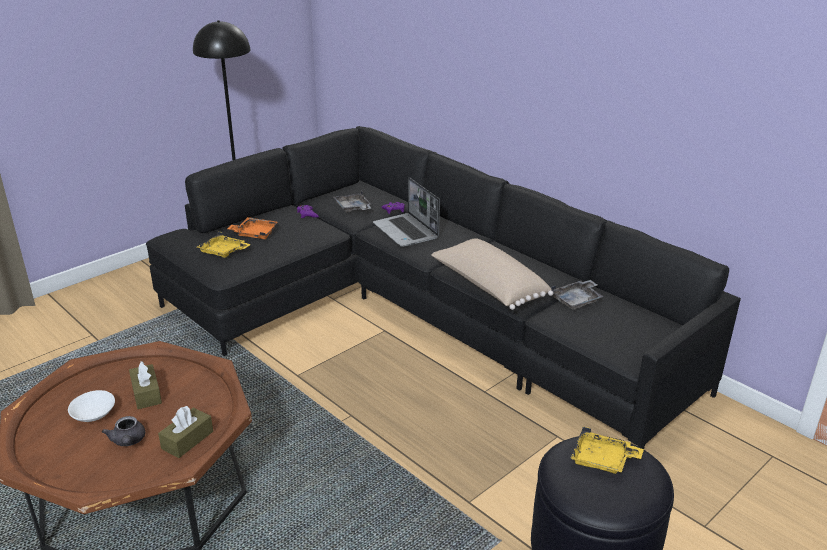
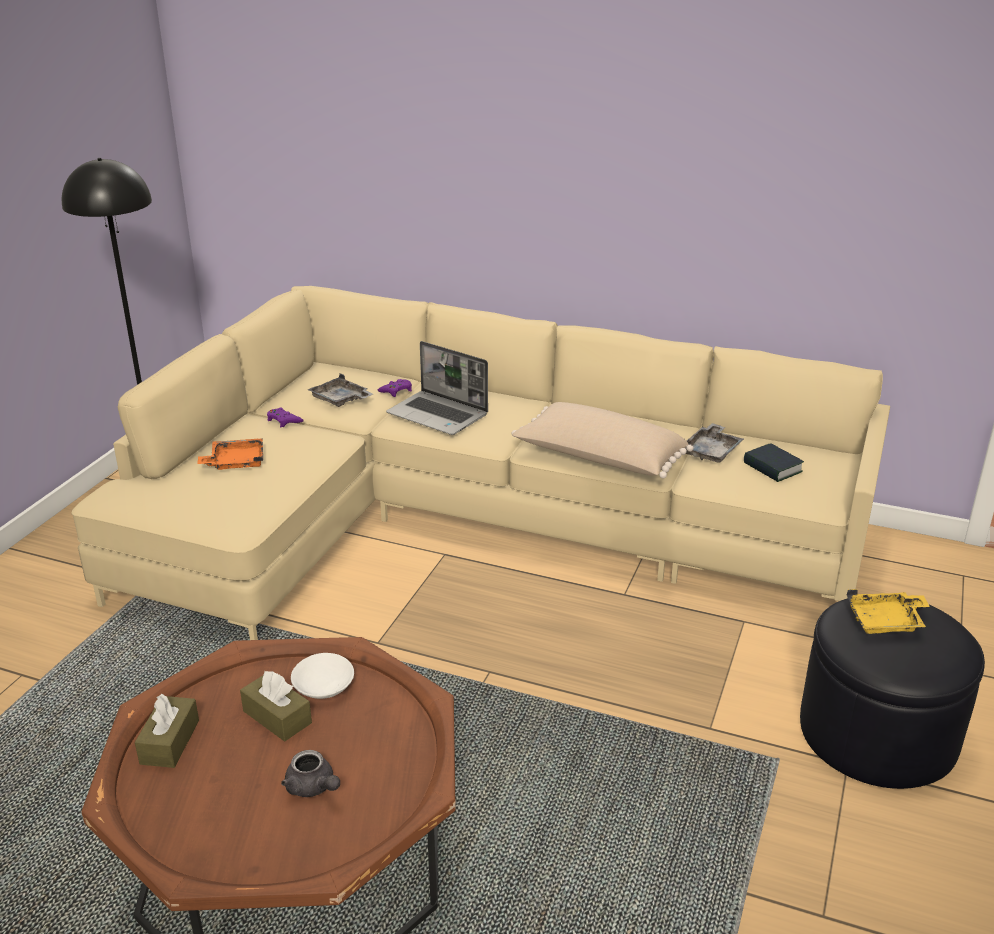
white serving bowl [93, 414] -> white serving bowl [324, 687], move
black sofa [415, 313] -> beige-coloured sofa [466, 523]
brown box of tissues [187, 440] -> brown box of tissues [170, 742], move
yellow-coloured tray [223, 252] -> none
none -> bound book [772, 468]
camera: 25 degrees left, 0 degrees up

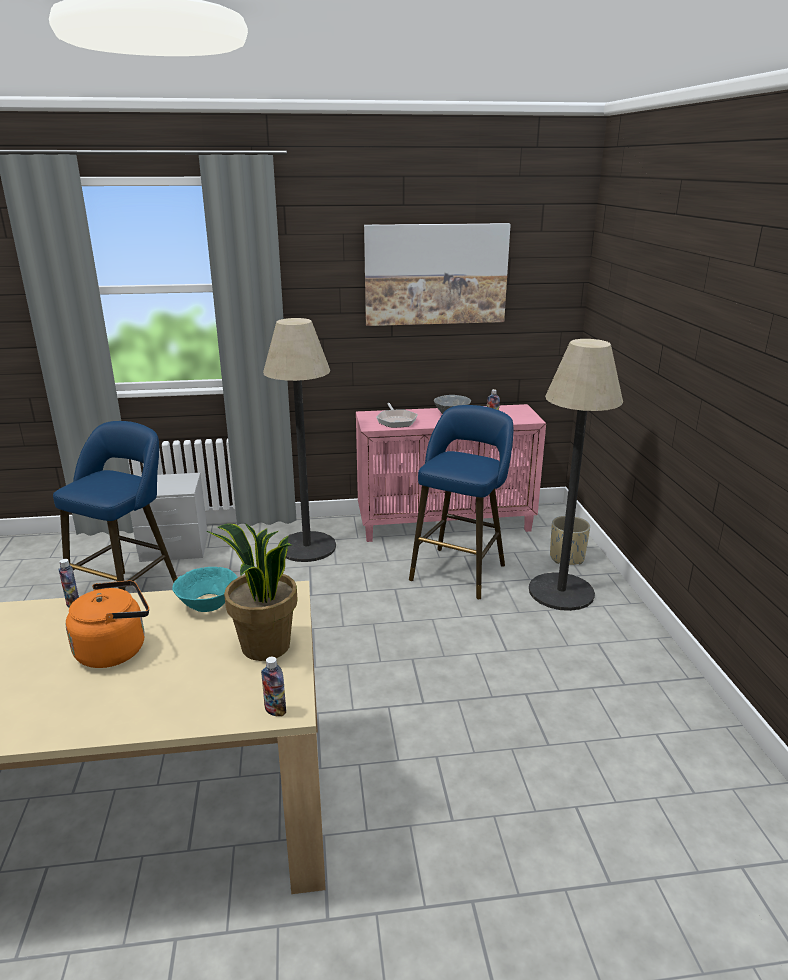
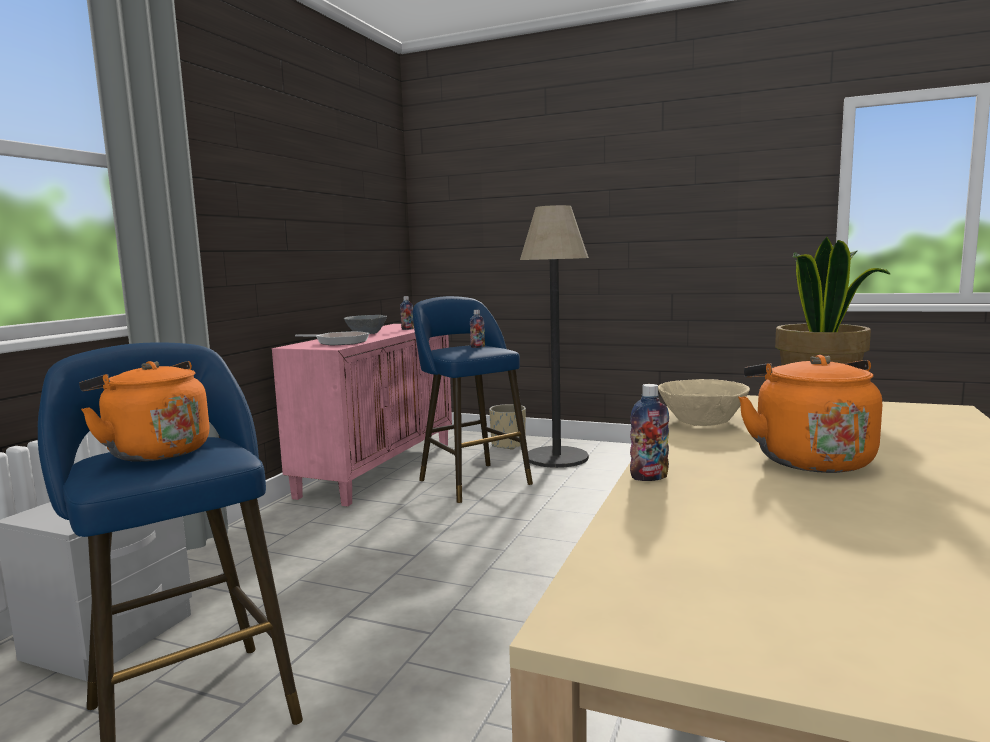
turquoise serving bowl [208, 603] -> beige-coloured serving bowl [702, 421]
bottle [275, 710] -> bottle [477, 347], move
standing lamp [307, 547] -> none
wall picture [435, 274] -> none
none -> orange-coloured tea kettle [154, 452]
camera: 60 degrees left, 15 degrees down

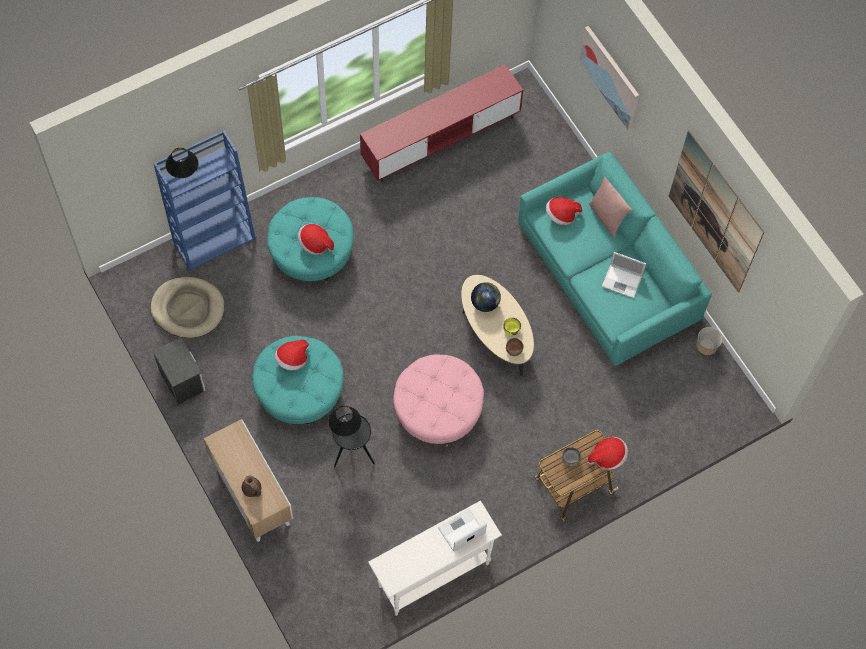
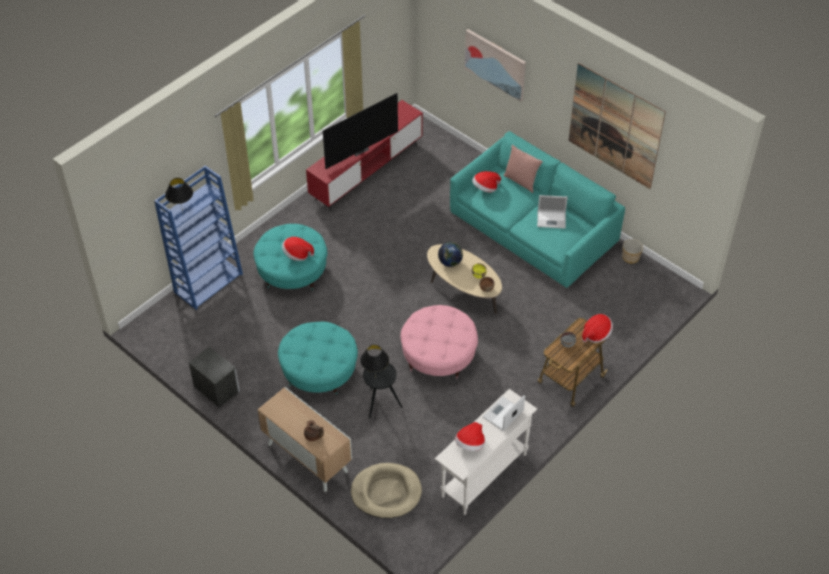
beige-coloured dog bed [188, 309] -> beige-coloured dog bed [386, 492], move
clothing hat [292, 359] -> clothing hat [470, 444], move
none -> TV [359, 149]
camera: 15 degrees left, 15 degrees down

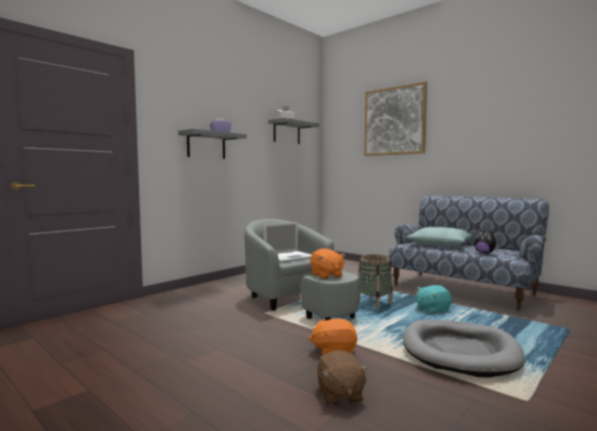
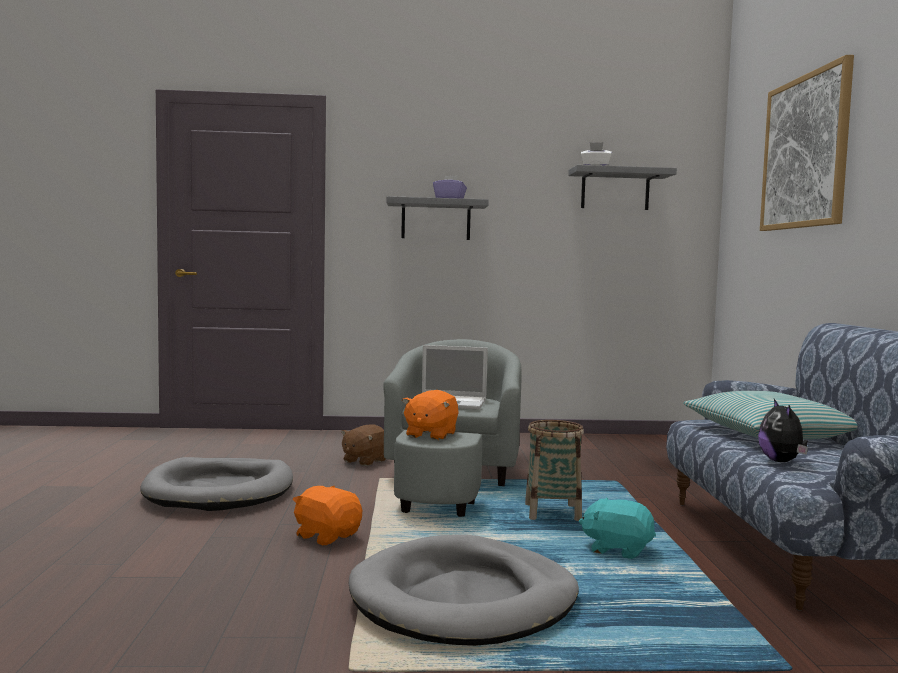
brown soft toy [339, 395] -> brown soft toy [364, 461], move
none -> grey dog bed [220, 490]
camera: 45 degrees right, 0 degrees up

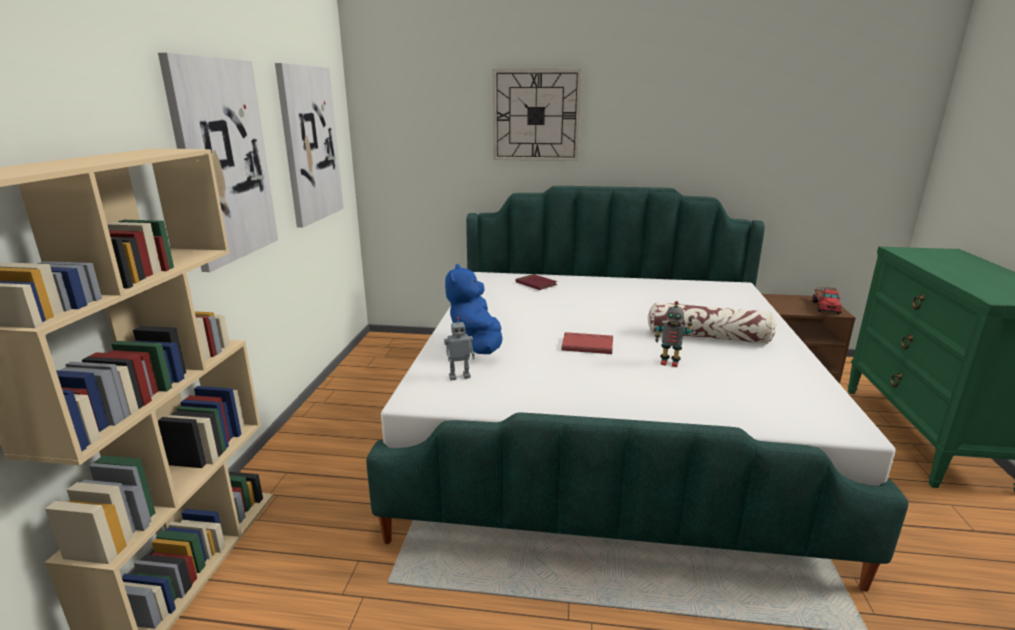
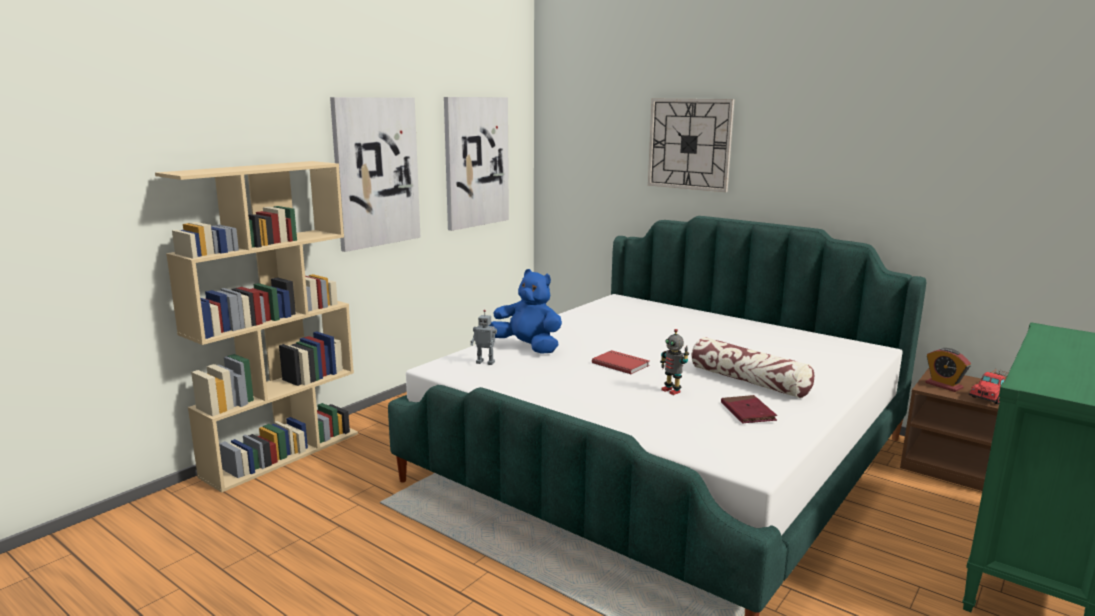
blue-coloured soft toy [477, 347] -> blue-coloured soft toy [527, 347], 90 degrees clockwise
red bound book [536, 284] -> red bound book [747, 412], move
none -> alarm clock [944, 385]
camera: 30 degrees right, 5 degrees down

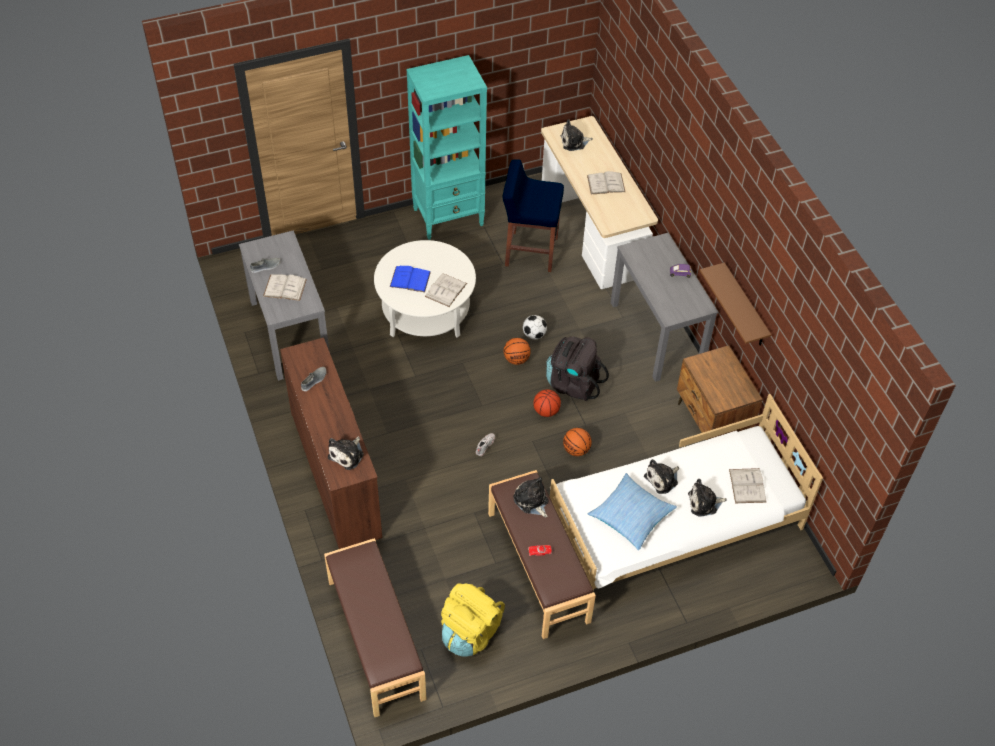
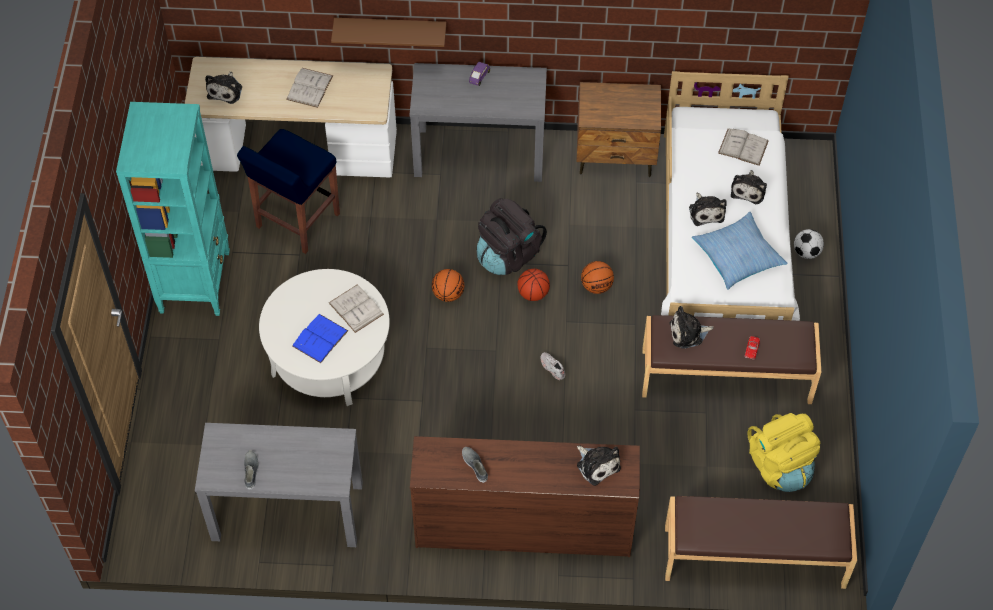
white bound book [285, 287] -> none
football ball [534, 335] -> football ball [806, 252], move
brown wall shelf [745, 307] -> brown wall shelf [390, 30], move
camera: 65 degrees left, 5 degrees up

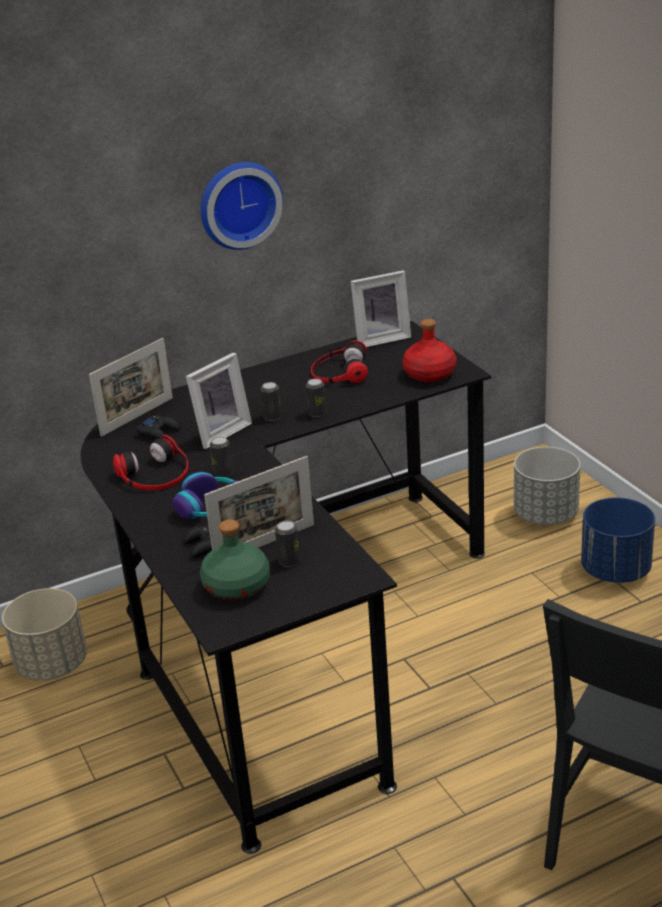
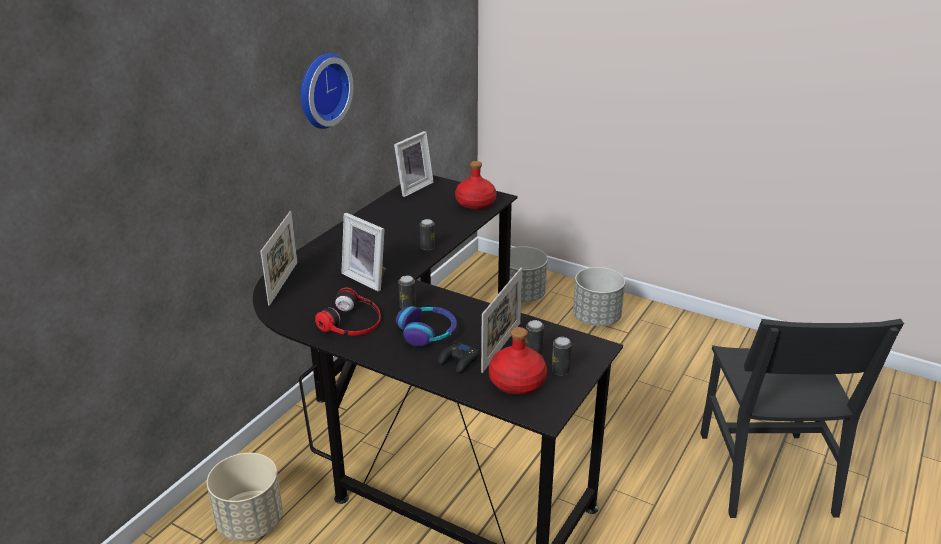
black gamepad [159, 432] -> none
picture frame [220, 432] -> picture frame [368, 278], 120 degrees clockwise
green bottle [237, 586] -> red bottle [517, 382]
sealed can [272, 417] -> sealed can [560, 370], move
headset [339, 372] -> none
blue-coloured planter [615, 571] -> grey planter [596, 318]
camera: 35 degrees left, 0 degrees up

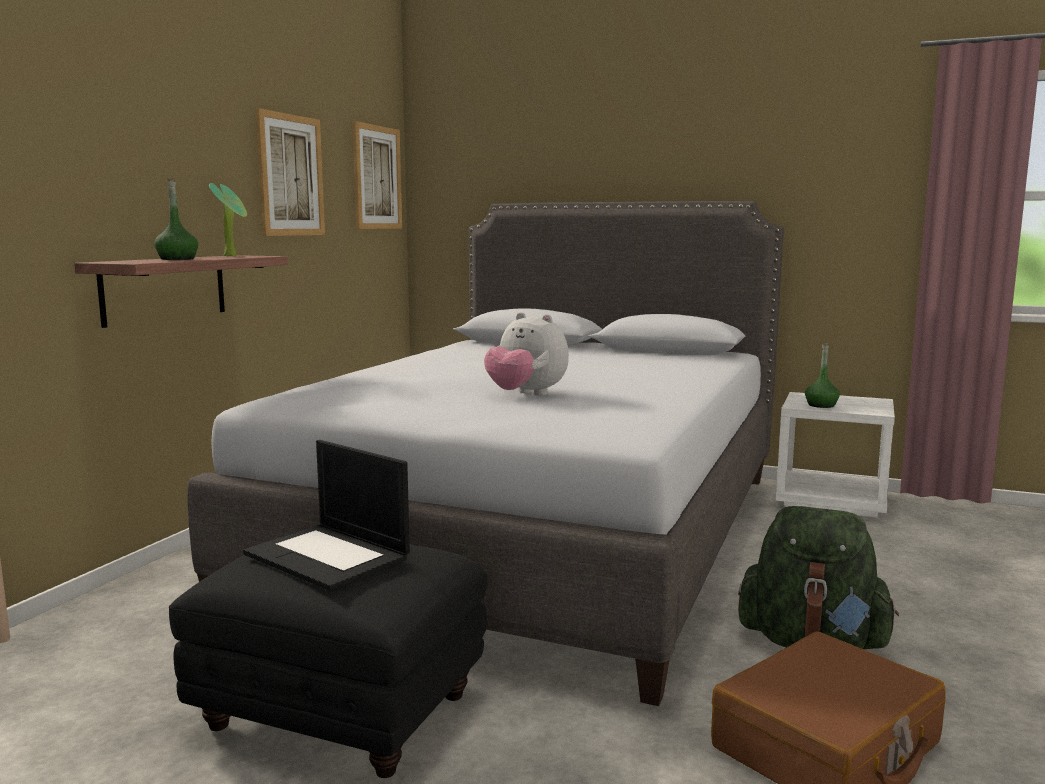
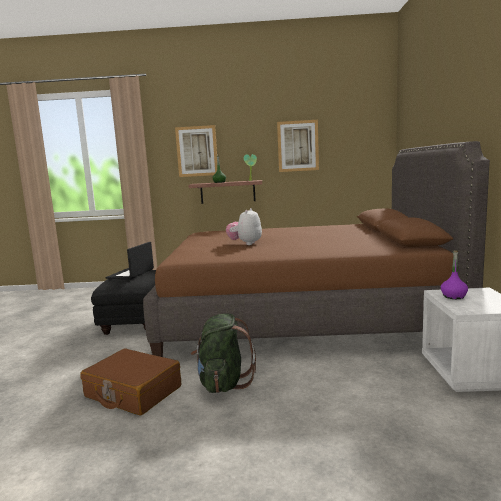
grey bed [537, 532] -> brown bed [302, 315]
wall picture [377, 177] -> wall picture [197, 151], move
green bottle [821, 405] -> purple-coloured bottle [453, 296]
camera: 70 degrees right, 0 degrees up

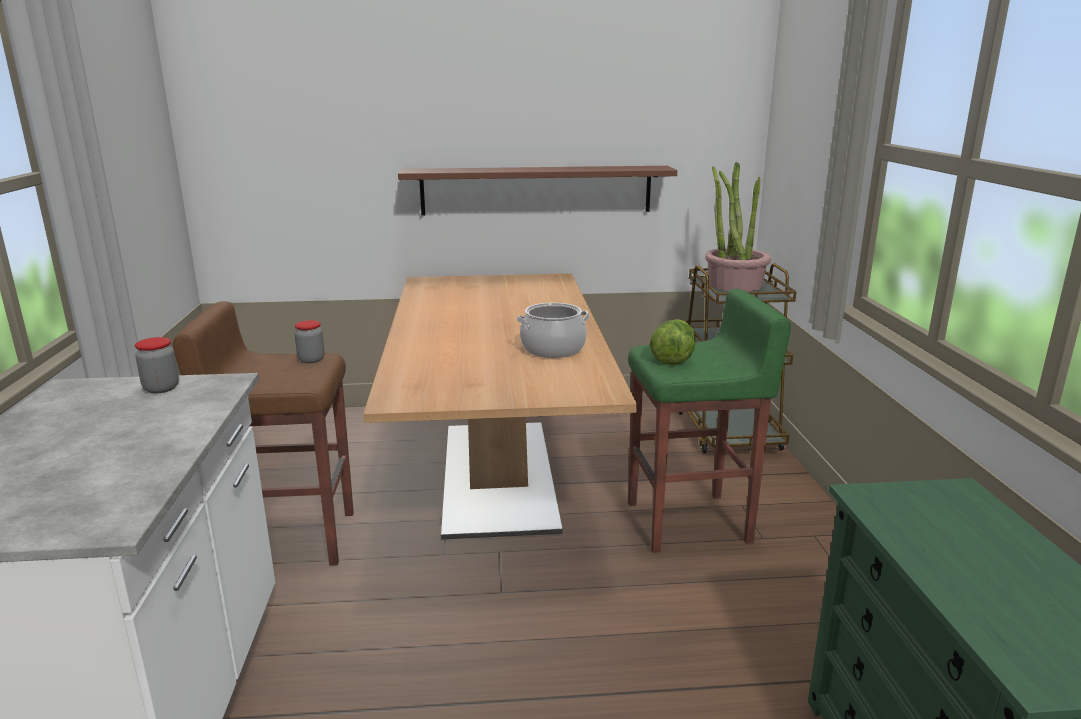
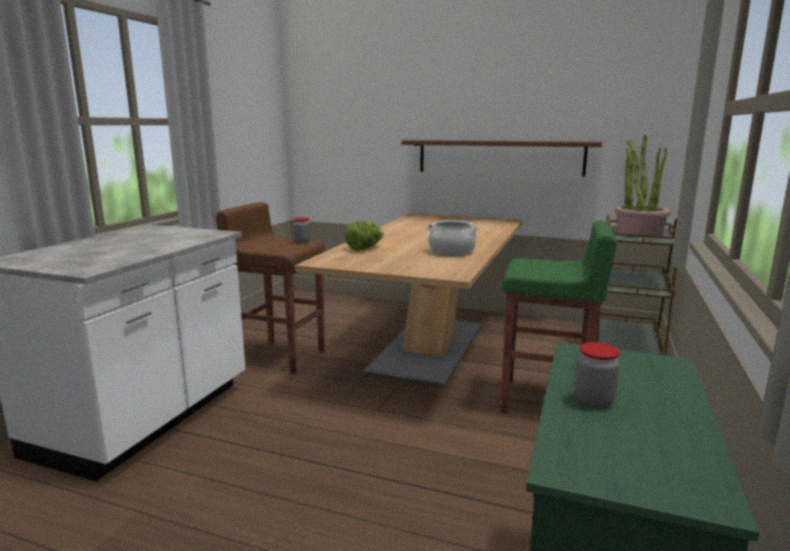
jar [161, 388] -> jar [593, 400], move
head of lettuce [673, 359] -> head of lettuce [364, 248], move
camera: 25 degrees right, 5 degrees down

